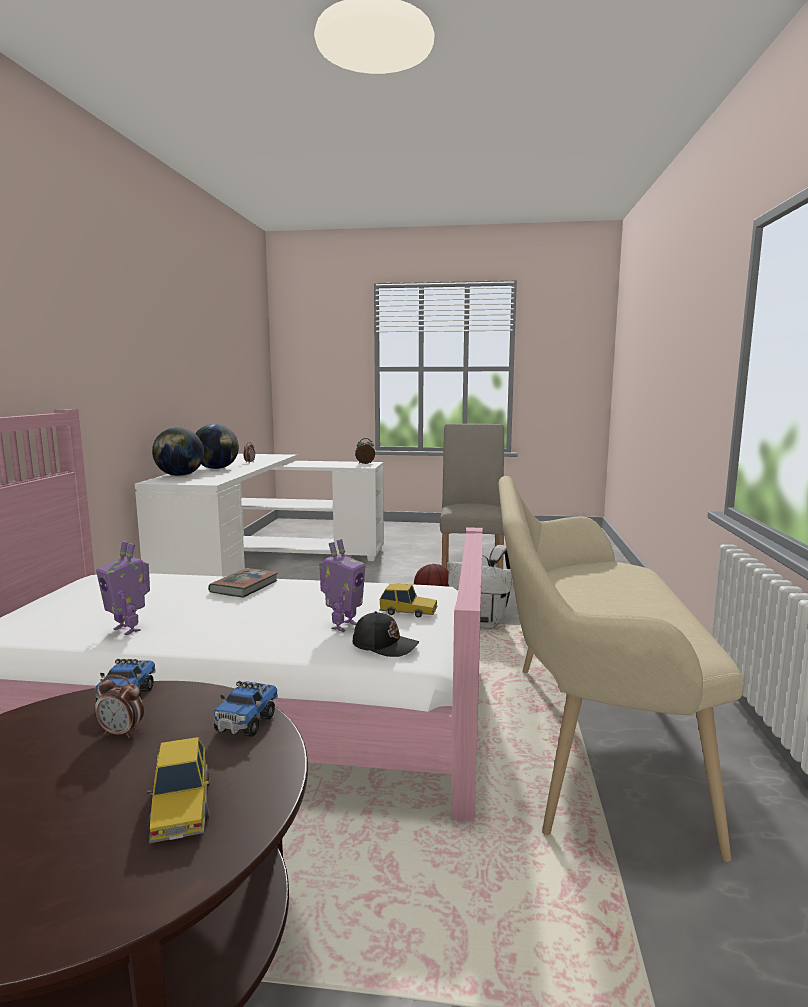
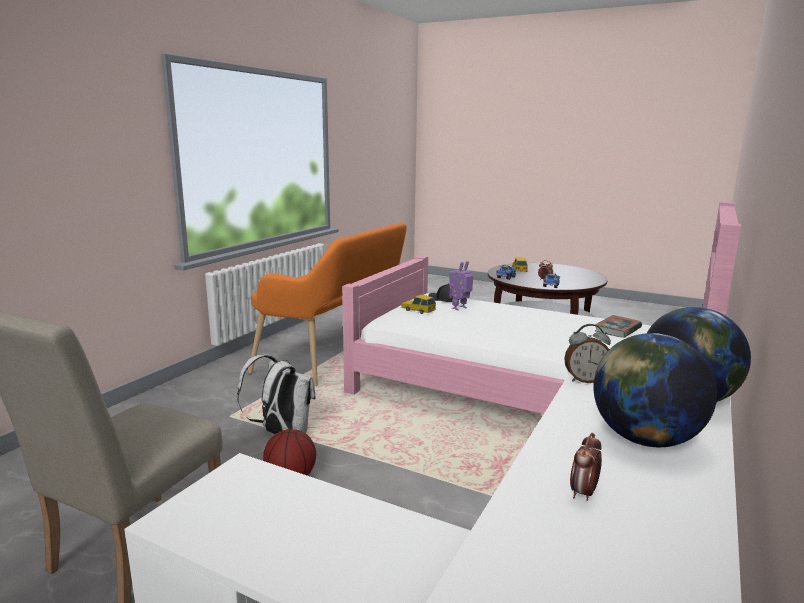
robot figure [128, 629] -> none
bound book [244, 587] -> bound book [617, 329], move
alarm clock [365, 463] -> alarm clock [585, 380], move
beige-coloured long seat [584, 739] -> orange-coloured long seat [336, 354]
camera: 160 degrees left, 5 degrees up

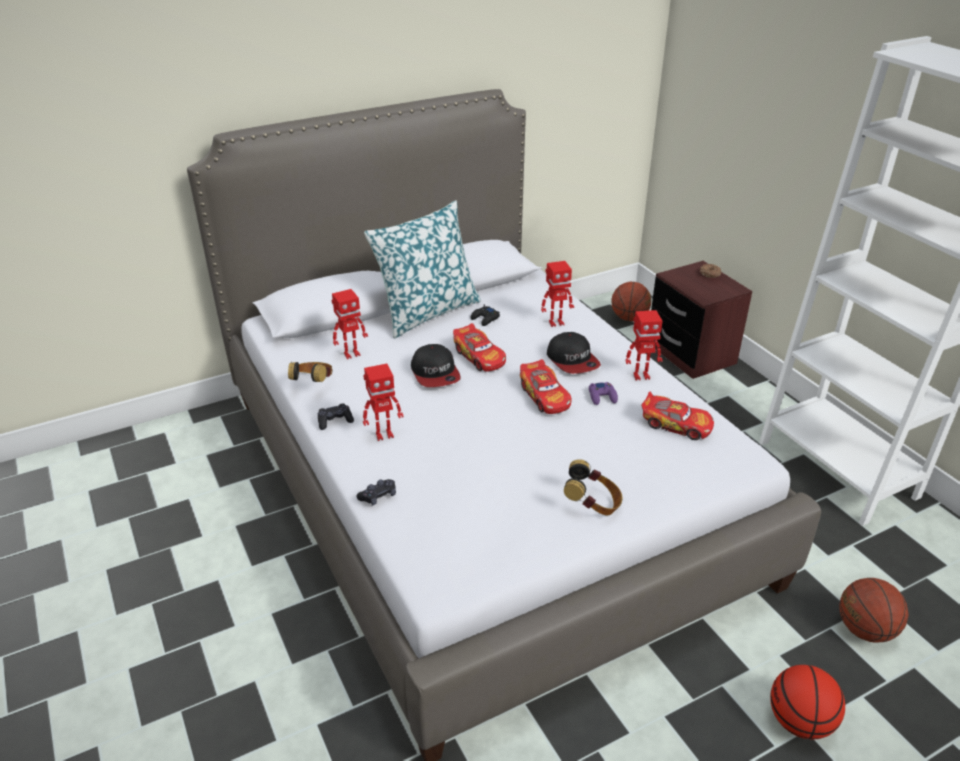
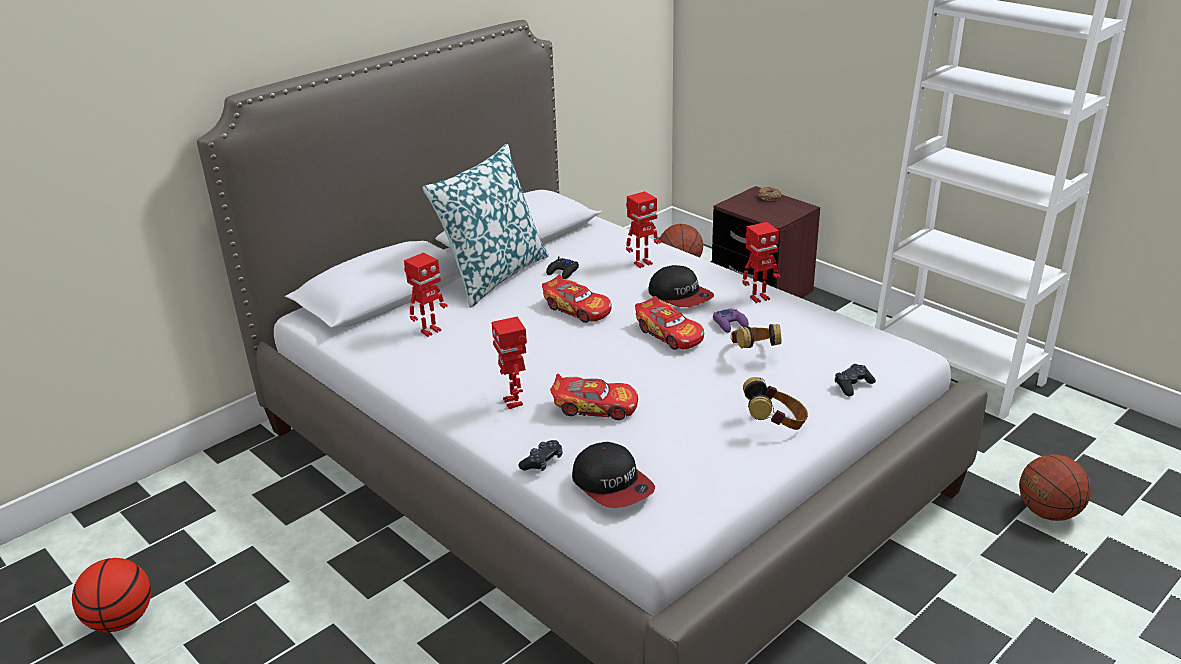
headset [313, 384] -> headset [753, 353], move
black gamepad [335, 421] -> black gamepad [853, 385], move
robot figure [384, 434] -> robot figure [514, 402], 105 degrees clockwise
cap [435, 373] -> cap [612, 484], move
miniature car [676, 424] -> miniature car [595, 406], move
basketball ball [799, 721] -> basketball ball [121, 620], move
camera: 15 degrees left, 5 degrees down

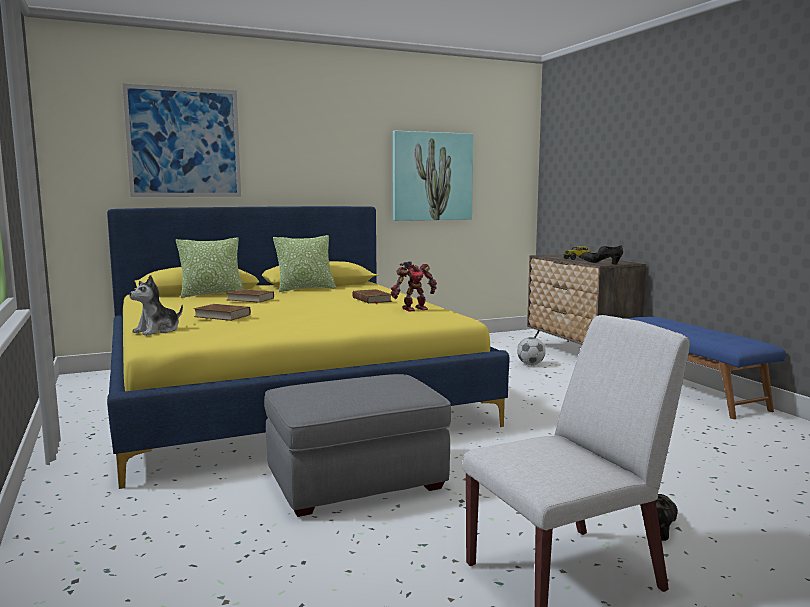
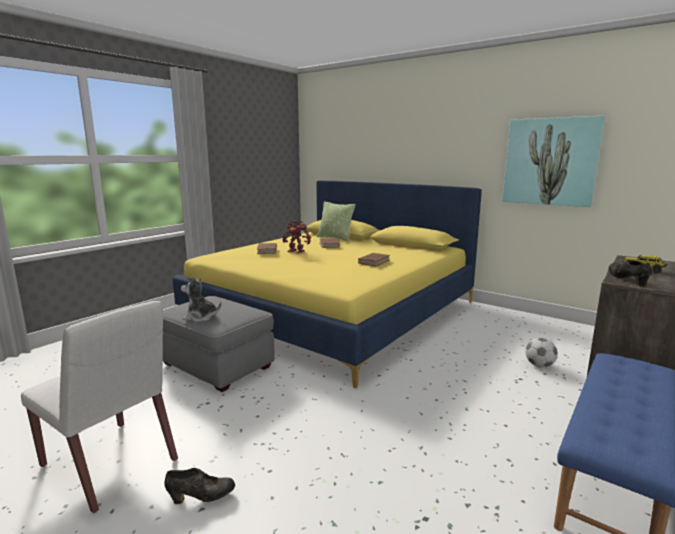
wall picture [184, 142] -> none
soft toy [158, 331] -> soft toy [201, 317], move
cushion [305, 289] -> none
robot figure [413, 309] -> robot figure [296, 251], move
camera: 60 degrees right, 5 degrees up

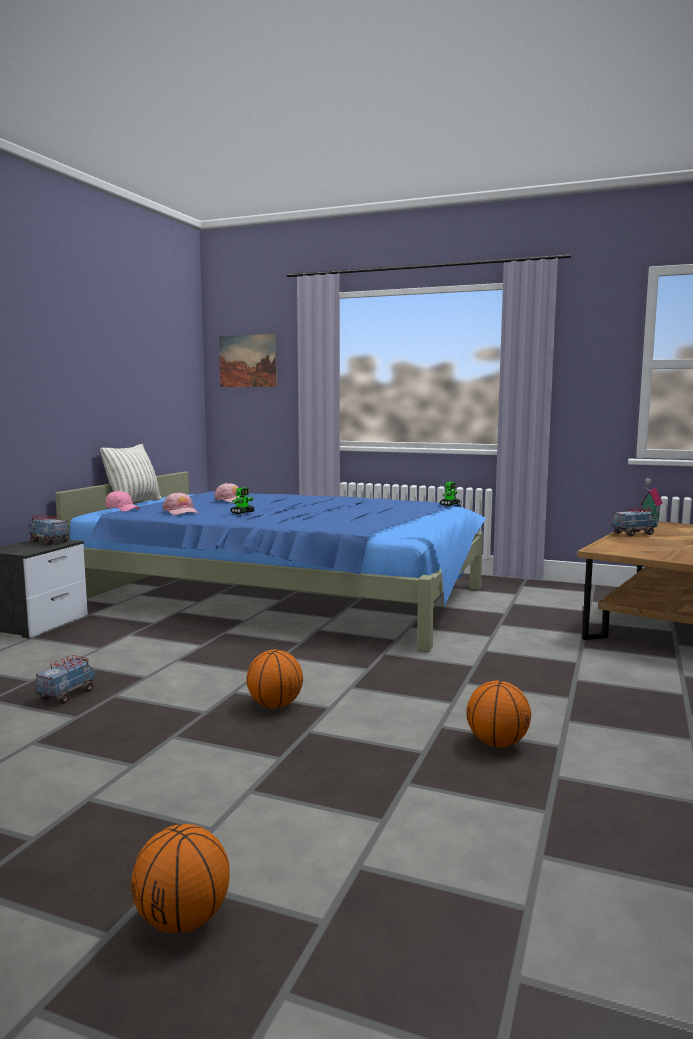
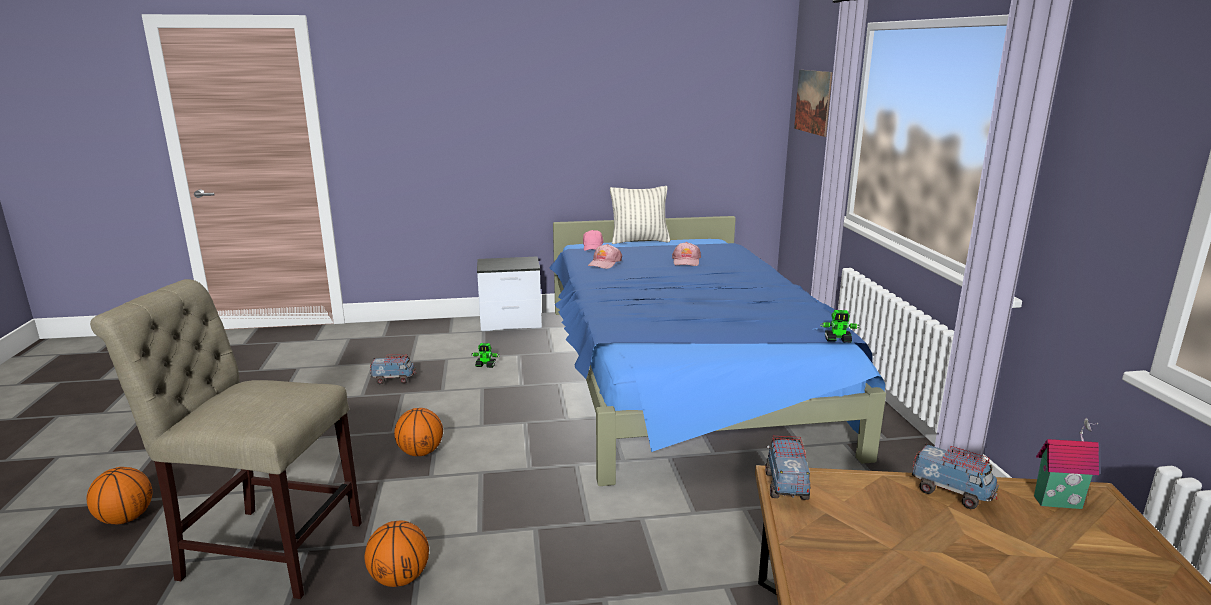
toy lorry [49, 542] -> toy lorry [786, 486], move
robot figure [243, 512] -> robot figure [486, 365], move
none -> beige-coloured plain chair [264, 548]
camera: 60 degrees right, 10 degrees up

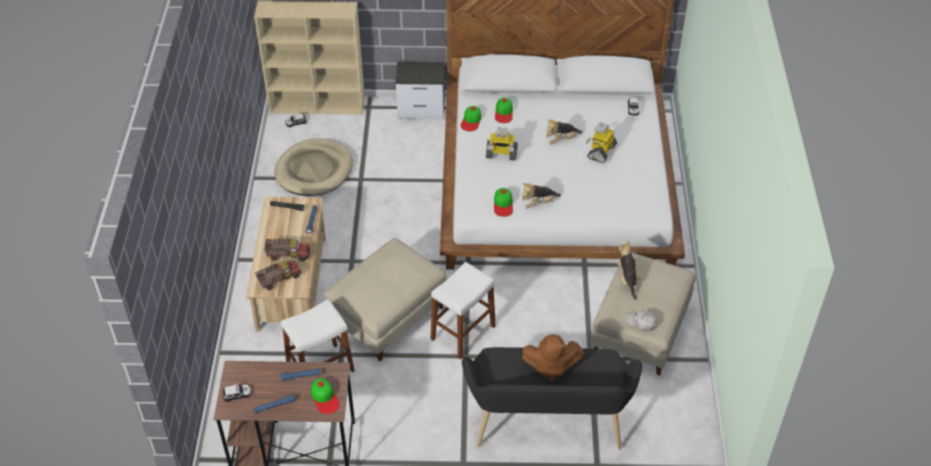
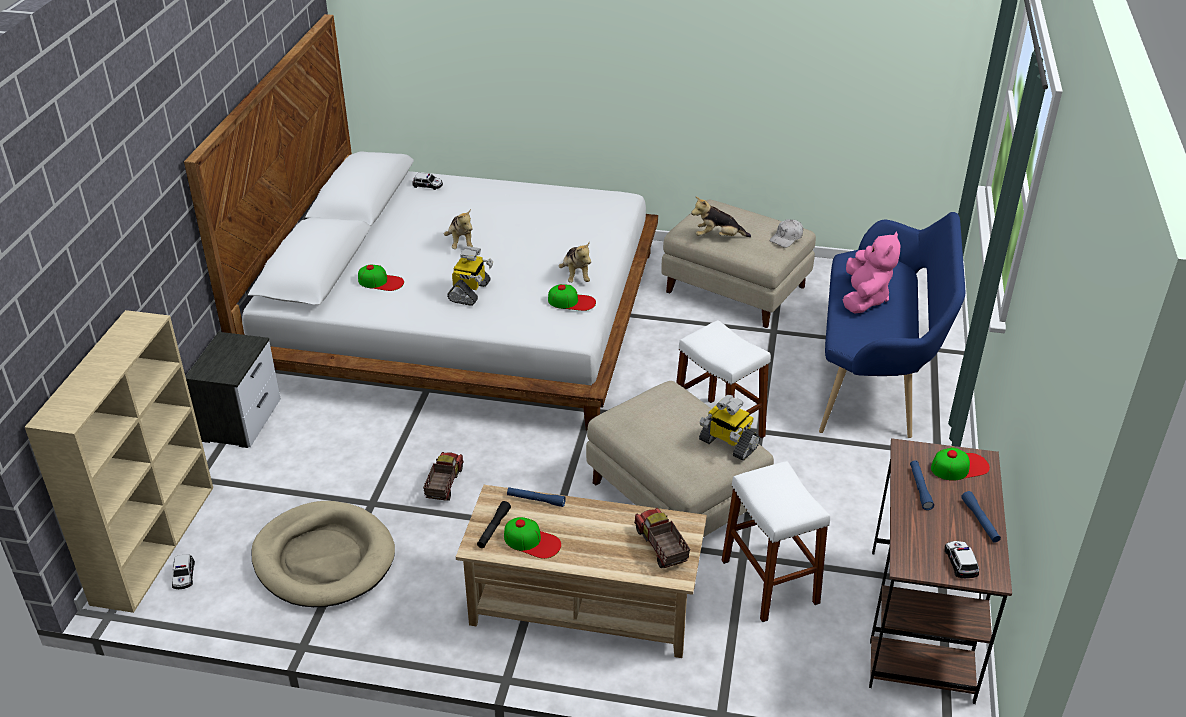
toy lorry [288, 255] -> toy lorry [443, 484], move
cap [471, 121] -> cap [532, 541], move
black long seat [547, 426] -> blue-coloured long seat [876, 377]
brown soft toy [550, 367] -> pinkish soft toy [864, 299]
robot figure [601, 151] -> robot figure [727, 444], move
camera: 80 degrees left, 10 degrees down

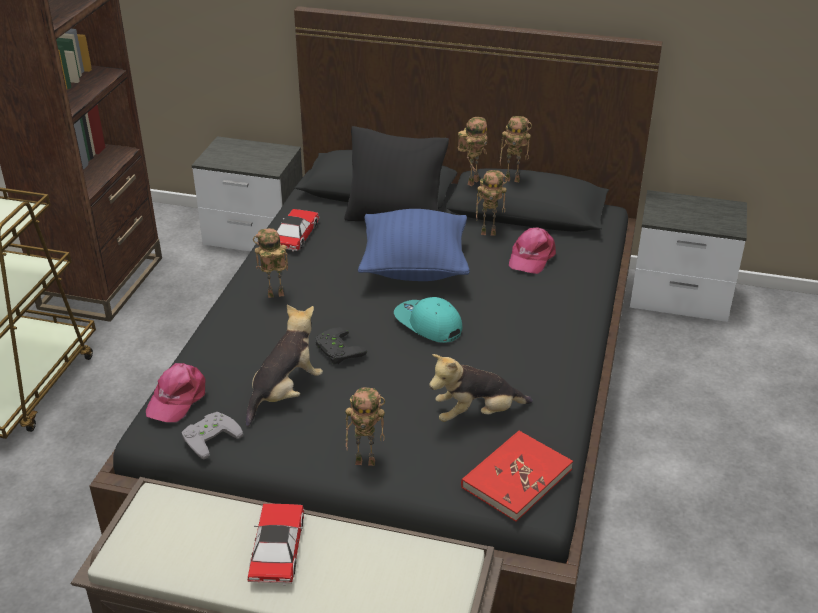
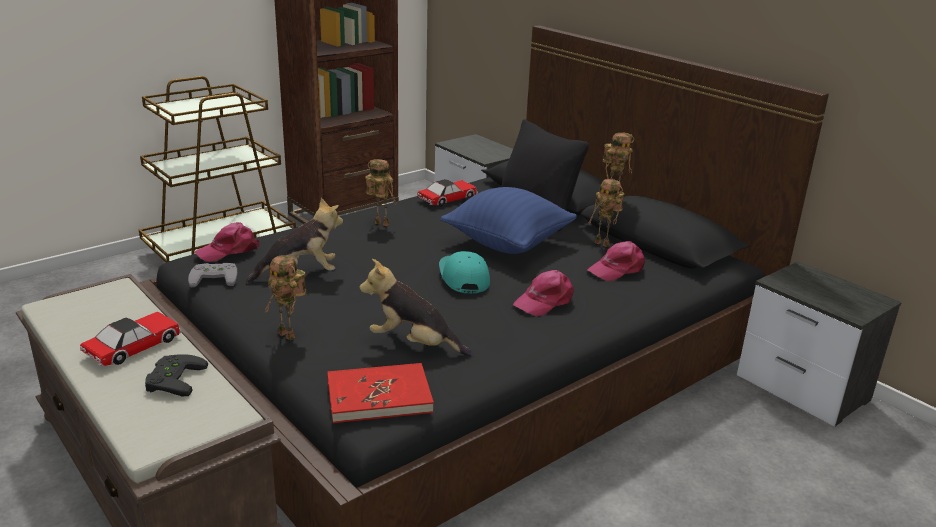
black gamepad [336, 350] -> black gamepad [172, 379], move
robot figure [513, 179] -> none
none -> pinkish cap [544, 301]
camera: 35 degrees right, 10 degrees down

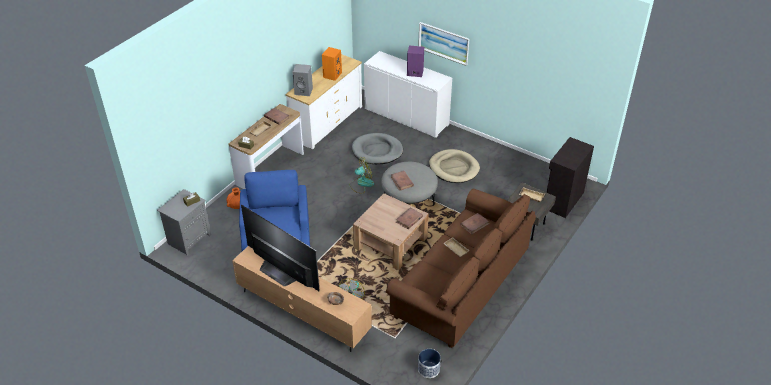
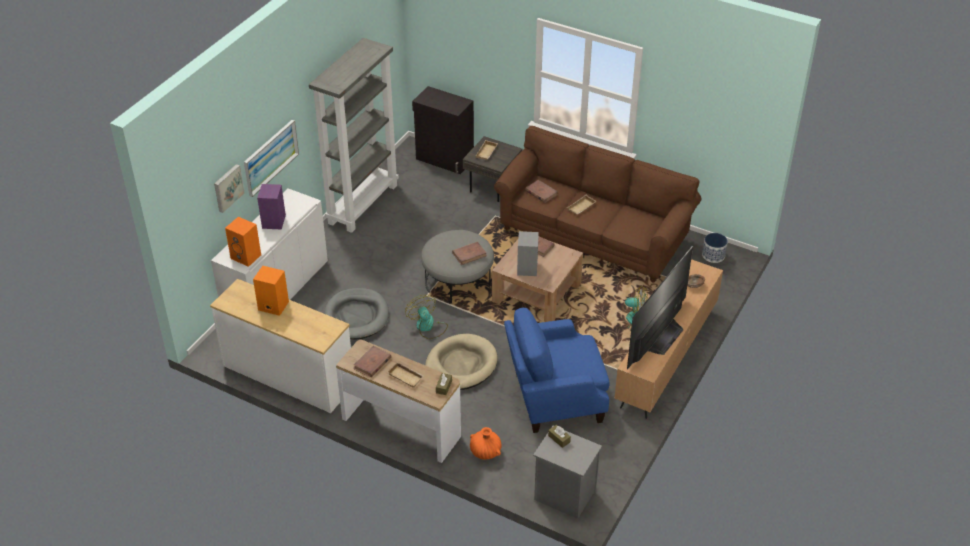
grey speaker [304, 91] -> grey speaker [526, 267], move
beige-coloured dog bed [454, 168] -> beige-coloured dog bed [461, 365], move
none -> wall picture [227, 187]
none -> orange-coloured speaker [246, 256]
none -> grey shelving unit [363, 203]
camera: 95 degrees left, 0 degrees up

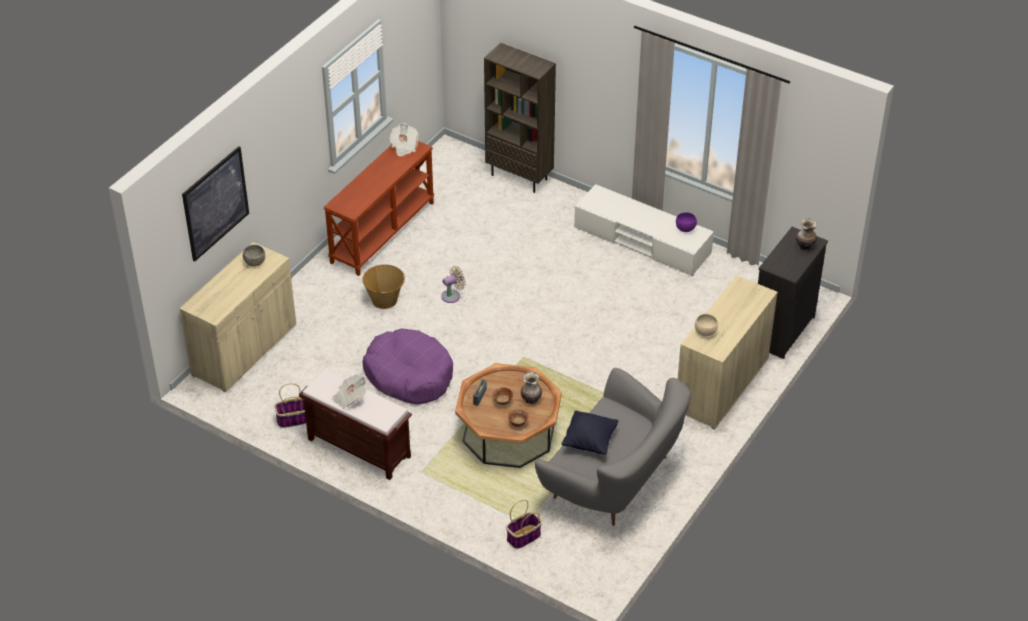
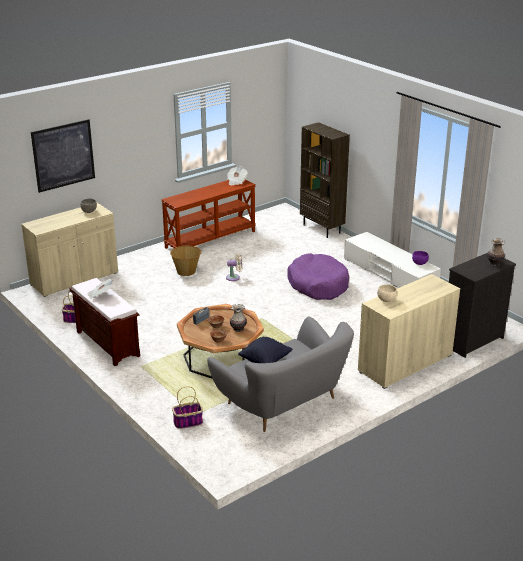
purple-coloured dog bed [409, 375] -> purple-coloured dog bed [318, 285], move
camera: 20 degrees right, 15 degrees down

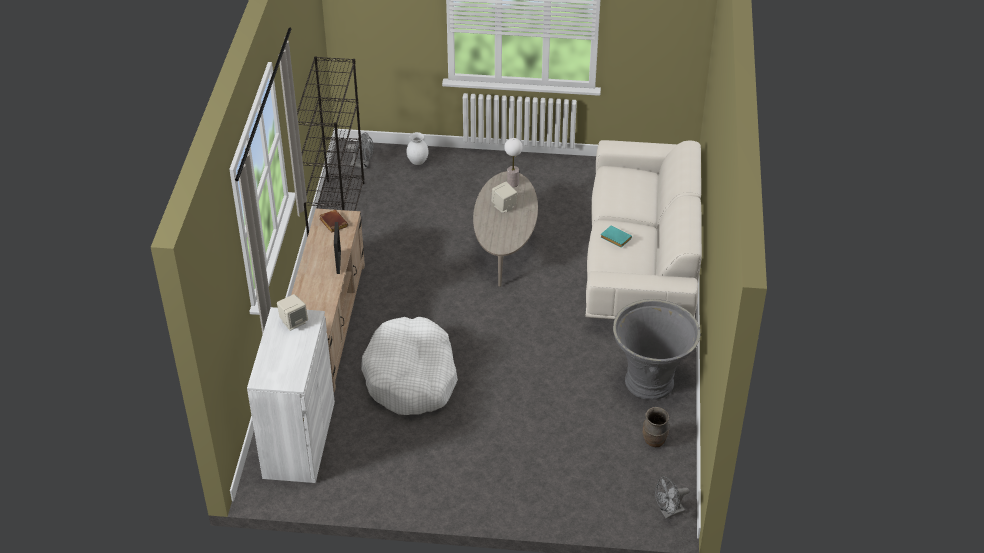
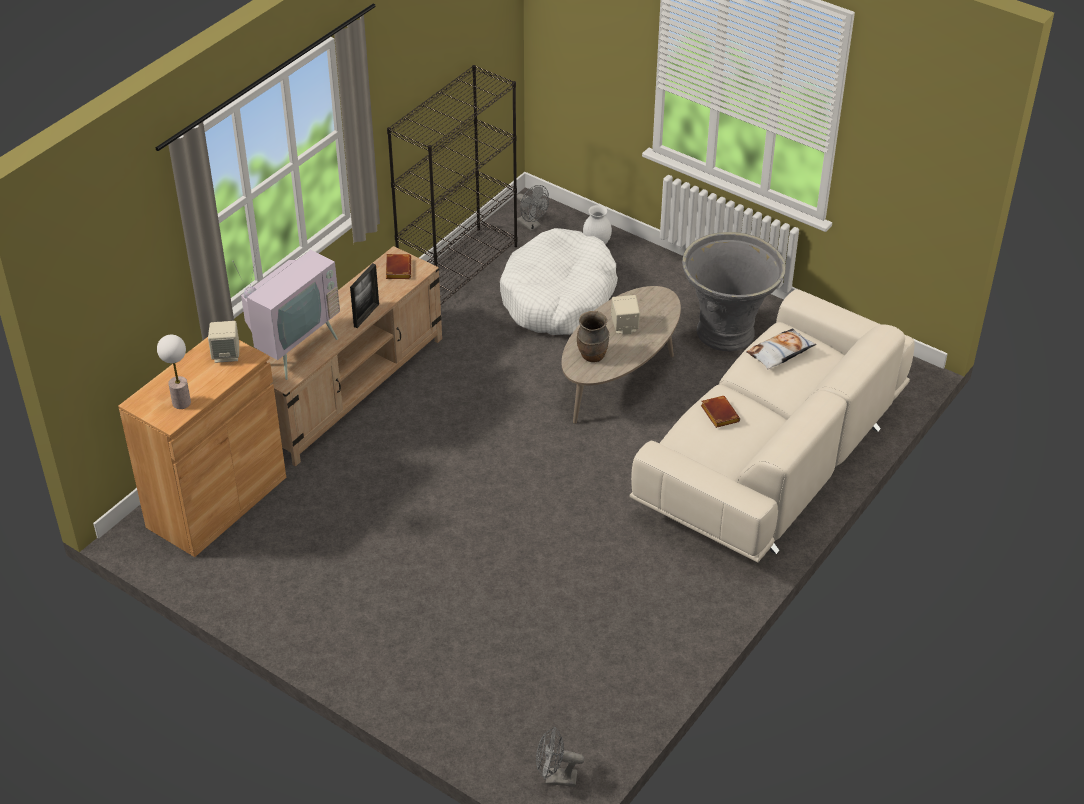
white cupboard [299, 439] -> brown cupboard [217, 502]
white dog bed [411, 377] -> white dog bed [558, 297], move
tabletop lamp [513, 183] -> tabletop lamp [181, 403], move
turquoise bound book [614, 238] -> brown bound book [718, 414]
grey planter [650, 382] -> grey planter [727, 333], move
brown vase [654, 441] -> brown vase [592, 356], move
none -> TV [294, 349]
none -> cushion [780, 353]
camera: 30 degrees right, 0 degrees up

